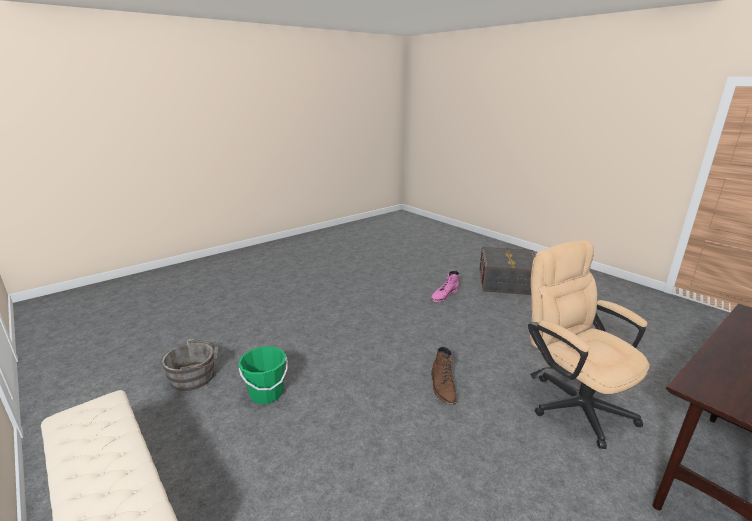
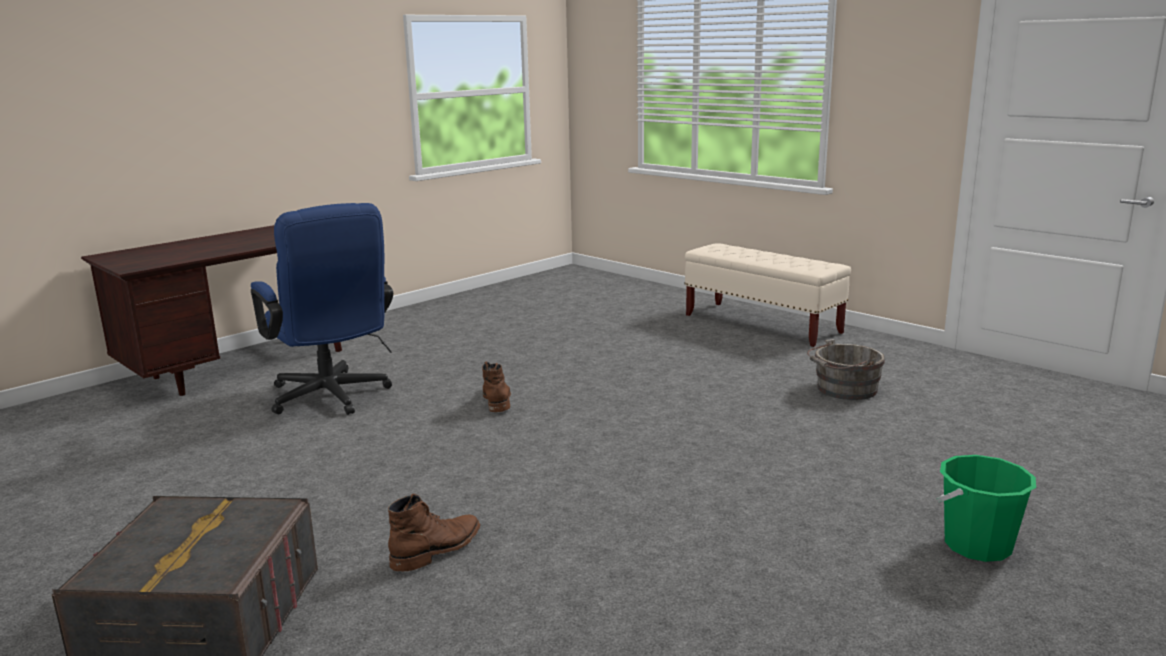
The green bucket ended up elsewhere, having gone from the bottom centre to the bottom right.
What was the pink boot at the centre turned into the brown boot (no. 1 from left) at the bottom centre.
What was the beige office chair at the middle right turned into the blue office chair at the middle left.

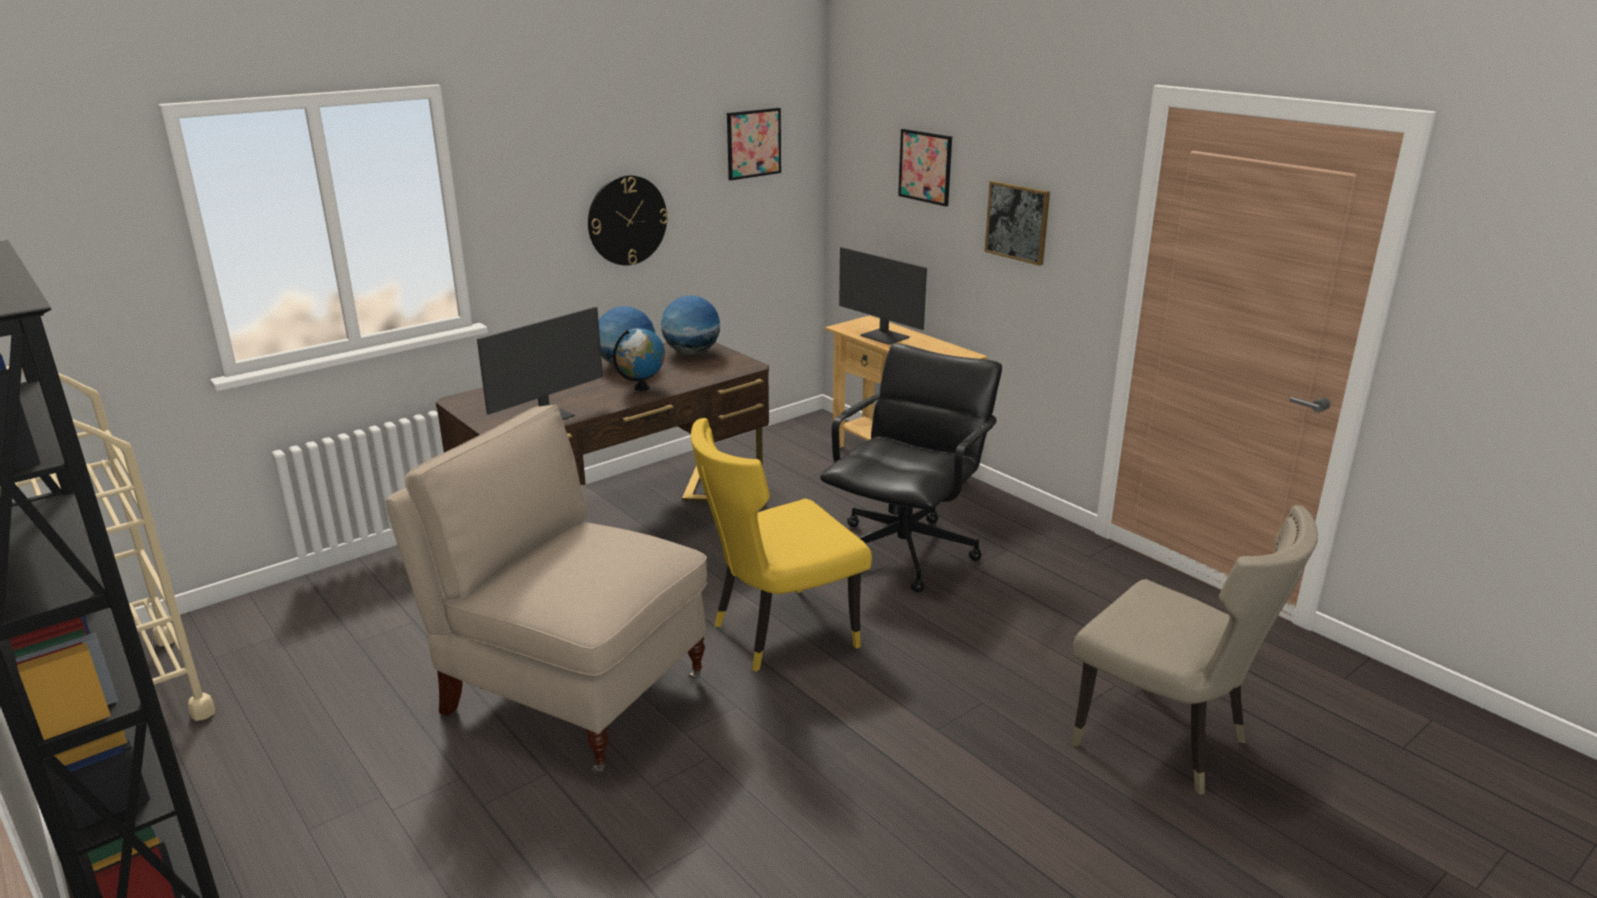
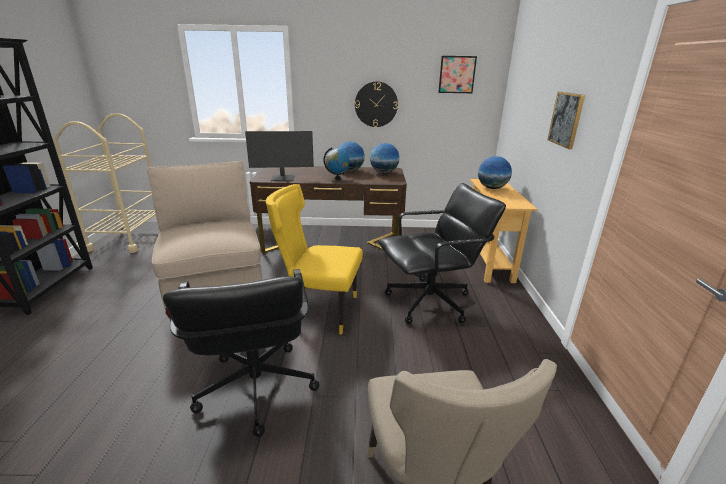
The second view lost the picture (no. 2 from left) at the top centre.
The second view gained the black office chair (no. 1 from left) at the bottom left.
Where the monitor (no. 2 from left) stood at the top centre, the globe (no. 4 from left) came to stand at the middle right.

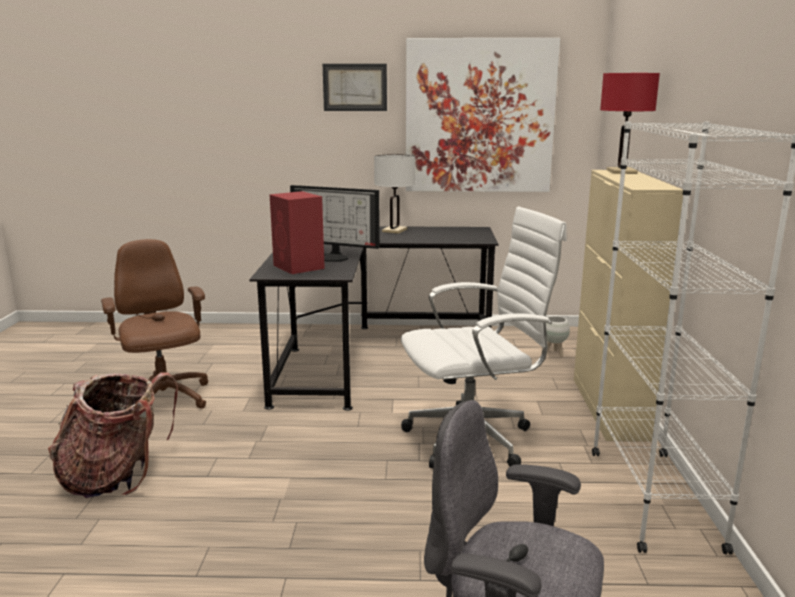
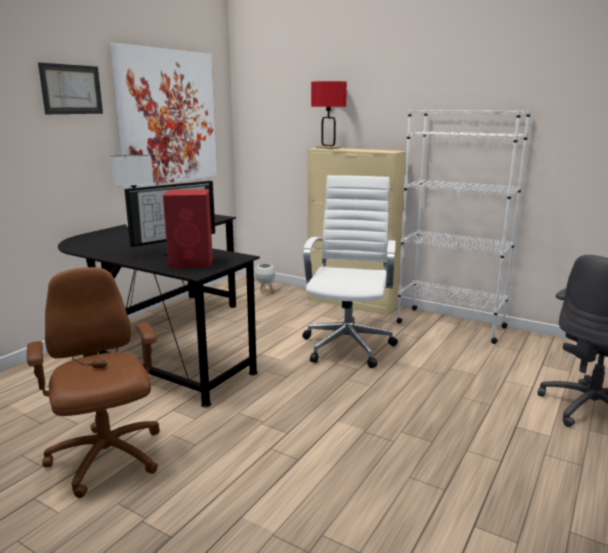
The second view lost the backpack at the bottom left.
The brown office chair at the middle left ended up facing another way, 60 degrees clockwise from before.

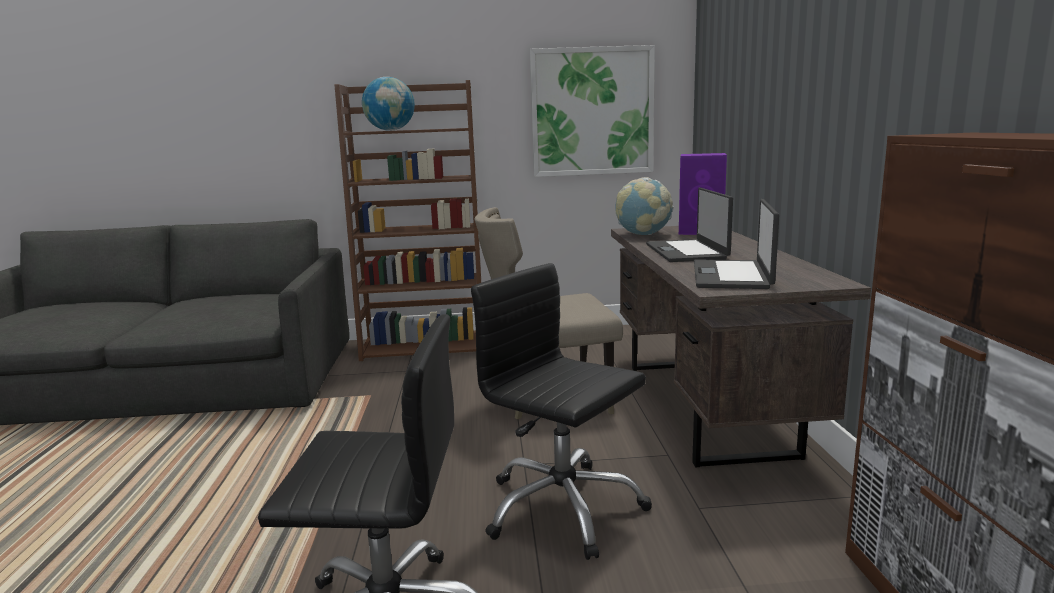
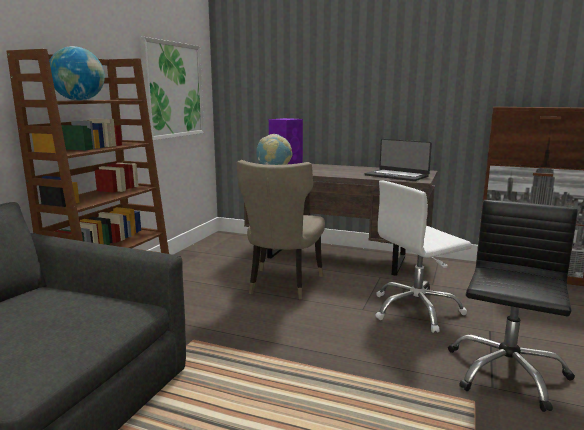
The second view lost the laptop (no. 1 from left) at the centre.
What was the black office chair (no. 2 from left) at the bottom centre turned into the white office chair at the middle right.

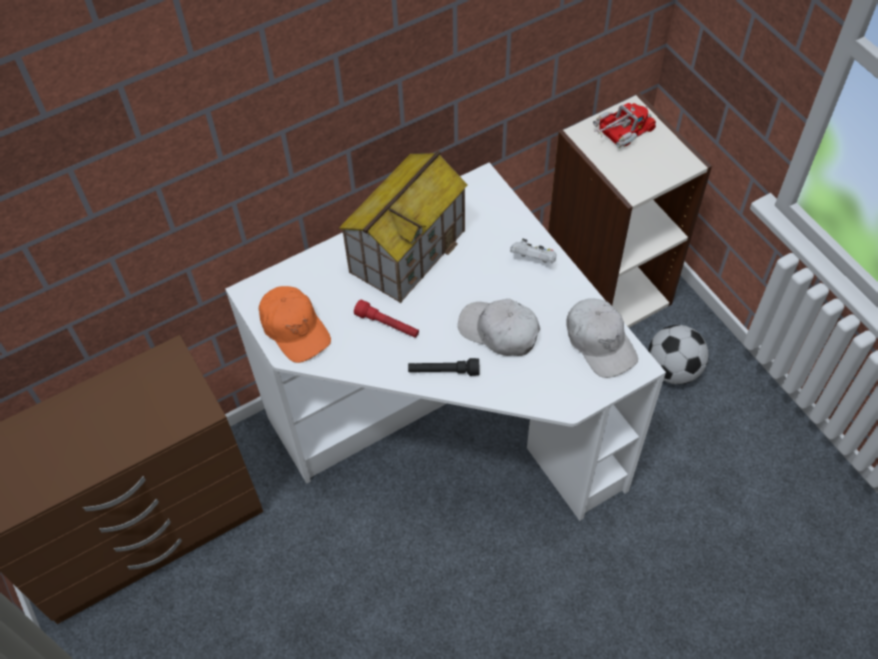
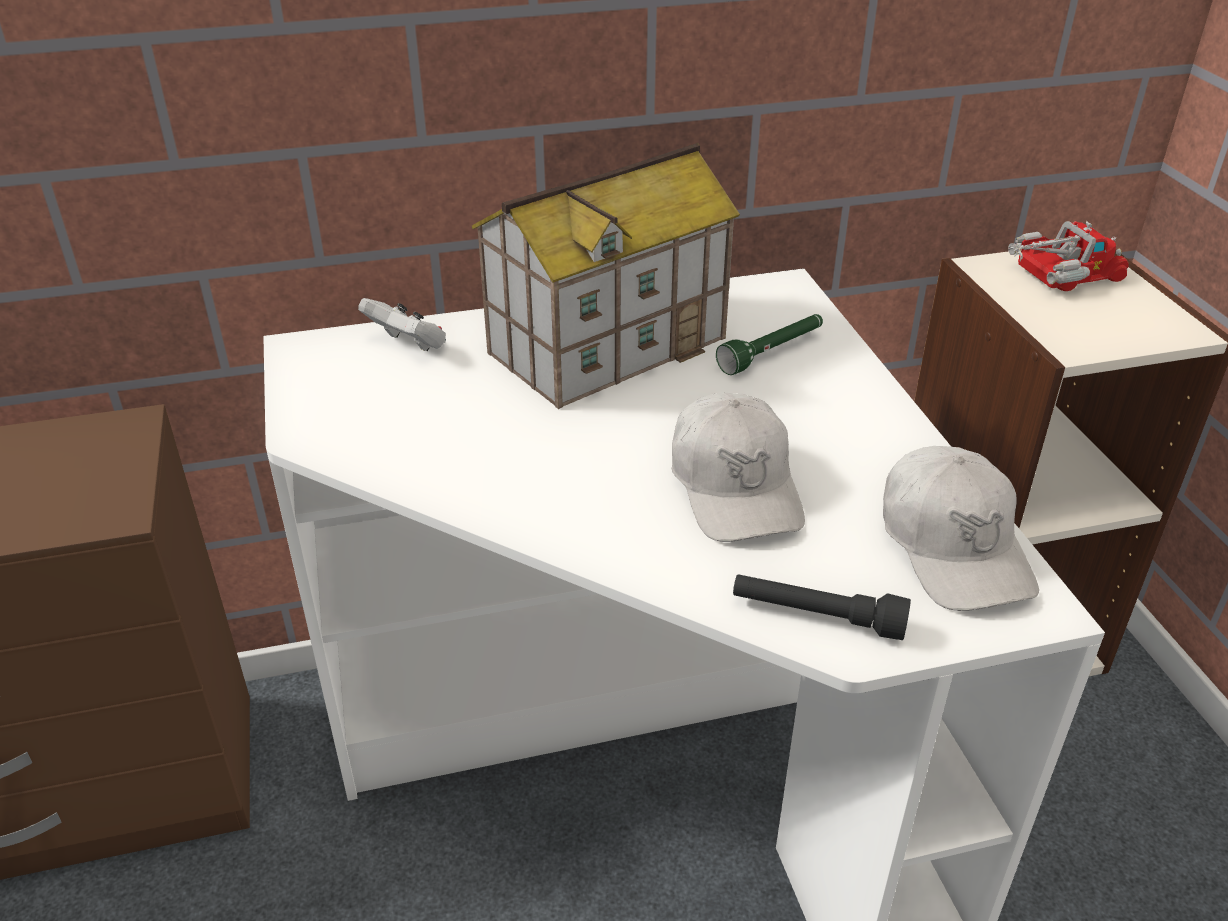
The second view lost the orange cap at the centre.
The second view lost the red flashlight at the centre.
The second view lost the football at the middle right.
The second view gained the green flashlight at the centre.
The black flashlight ended up elsewhere, having gone from the centre to the middle right.
The white game controller ended up elsewhere, having gone from the centre to the middle left.
The white cap (no. 1 from left) at the centre ended up facing another way, 150 degrees counterclockwise from before.

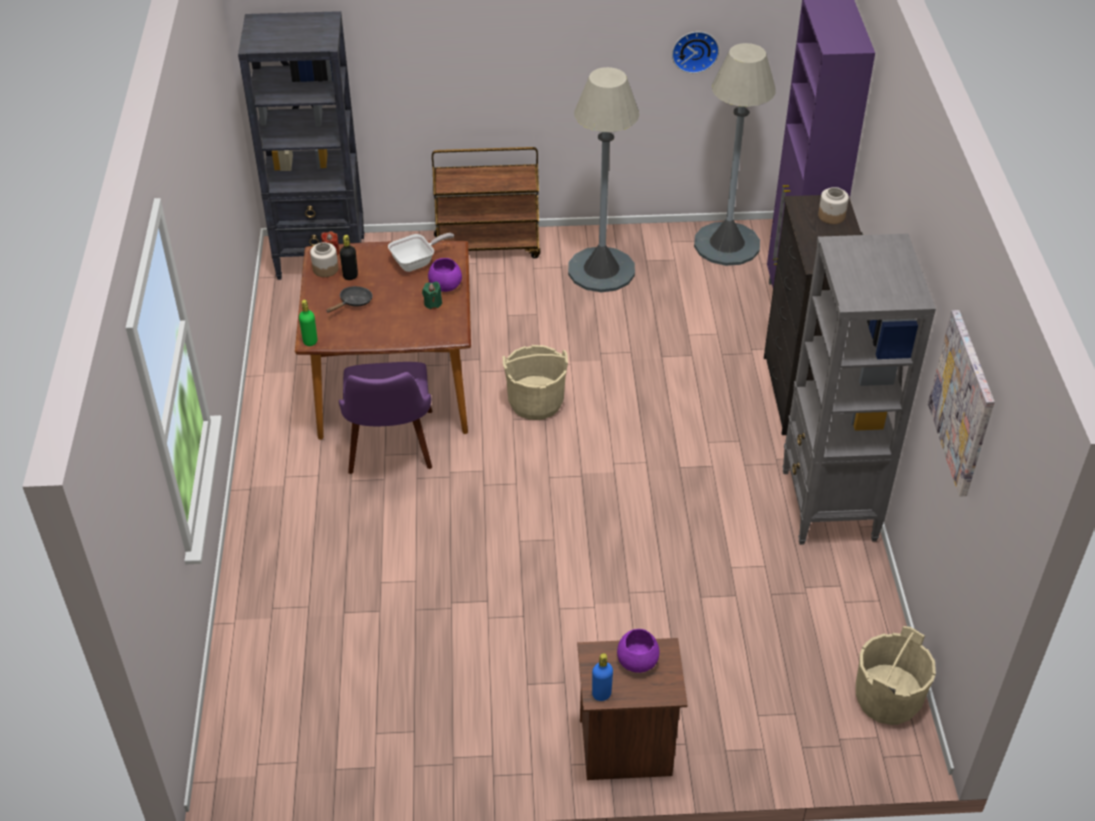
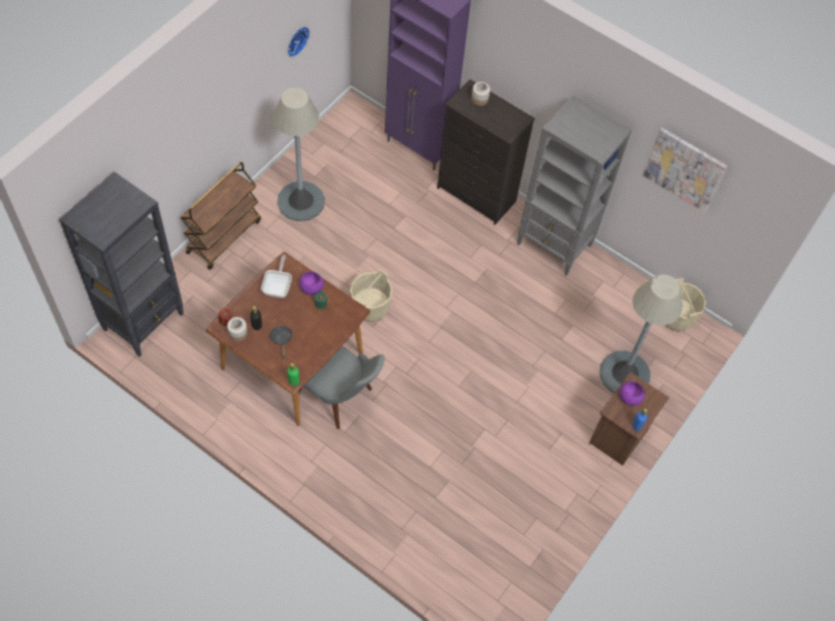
The grey floor lamp (no. 2 from left) ended up elsewhere, having gone from the top right to the middle right.
What was the purple chair at the centre turned into the grey chair at the centre.

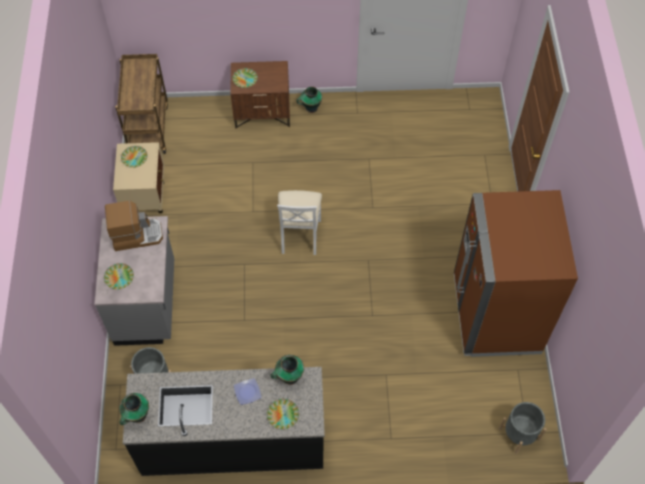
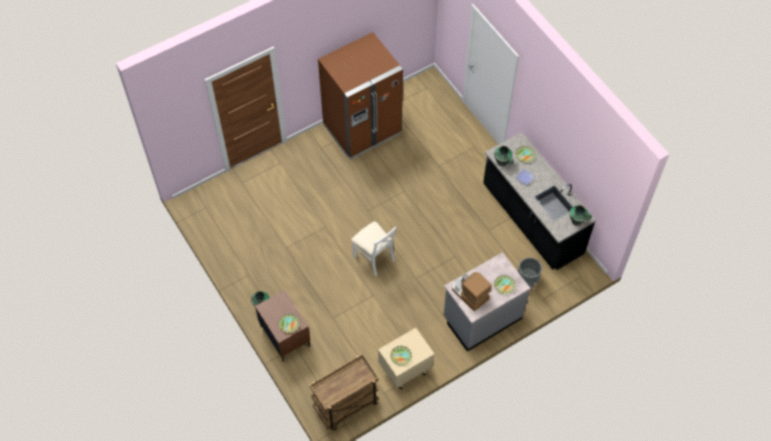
The second view lost the grey planter (no. 2 from left) at the bottom right.
The white chair at the centre ended up facing another way, 75 degrees clockwise from before.

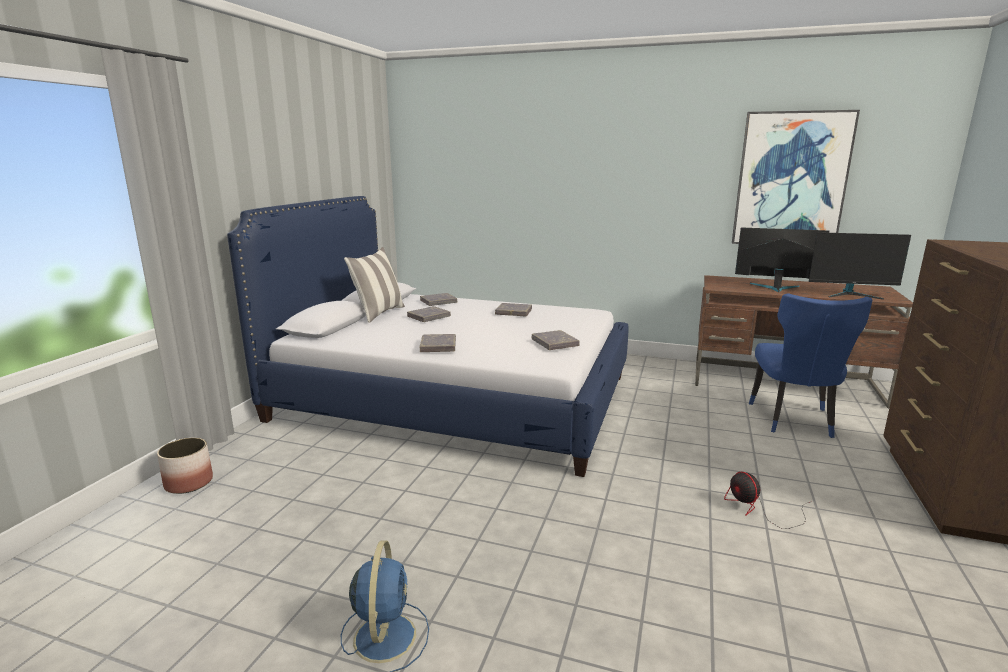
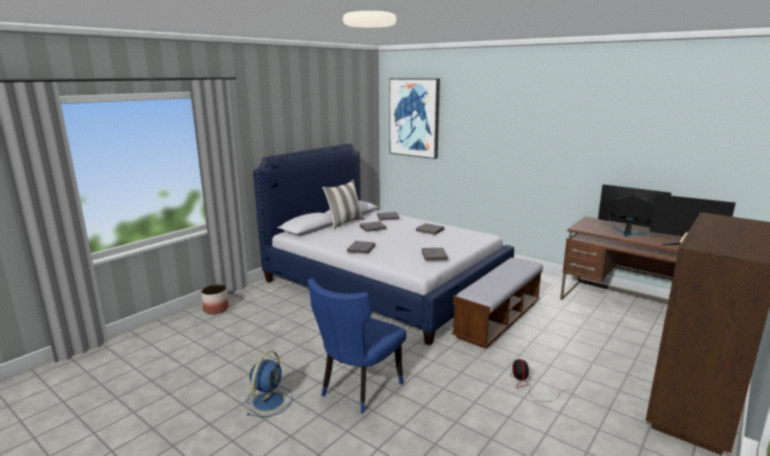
The second view gained the bench at the centre.
The picture ended up elsewhere, having gone from the top right to the top centre.
The blue chair ended up elsewhere, having gone from the middle right to the bottom centre.

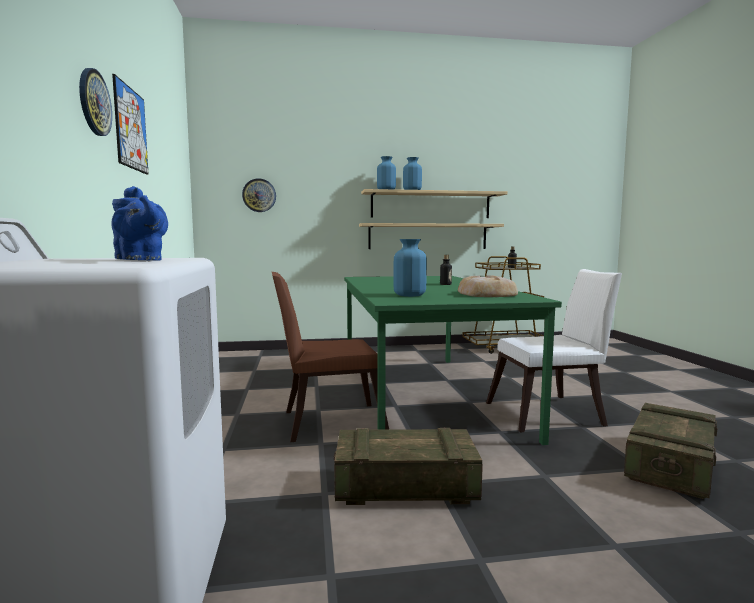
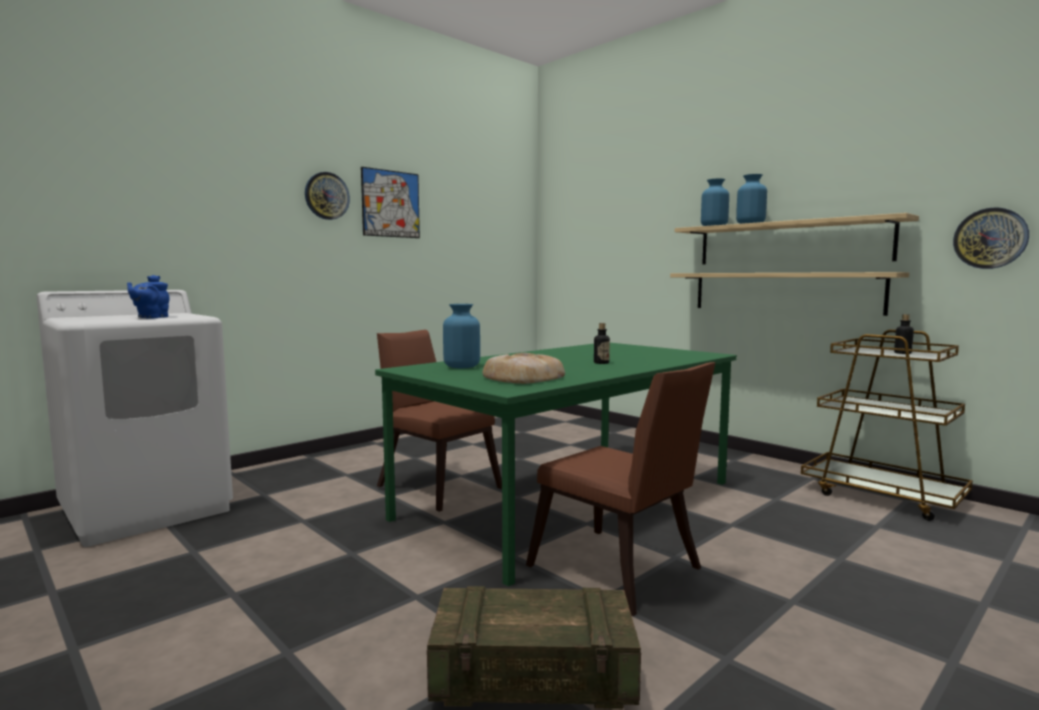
The second view lost the crate (no. 1 from left) at the bottom centre.
The wall clock (no. 2 from left) ended up elsewhere, having gone from the top centre to the middle right.
What was the white chair at the middle right turned into the brown chair (no. 2 from left) at the bottom centre.

